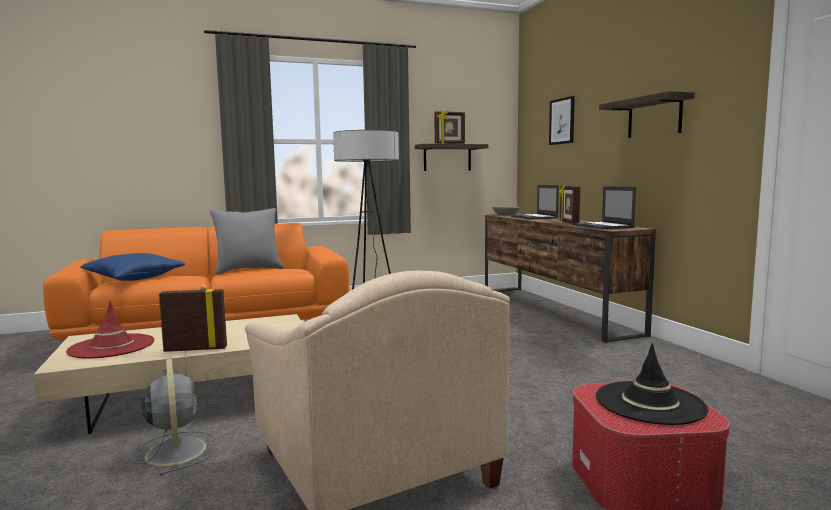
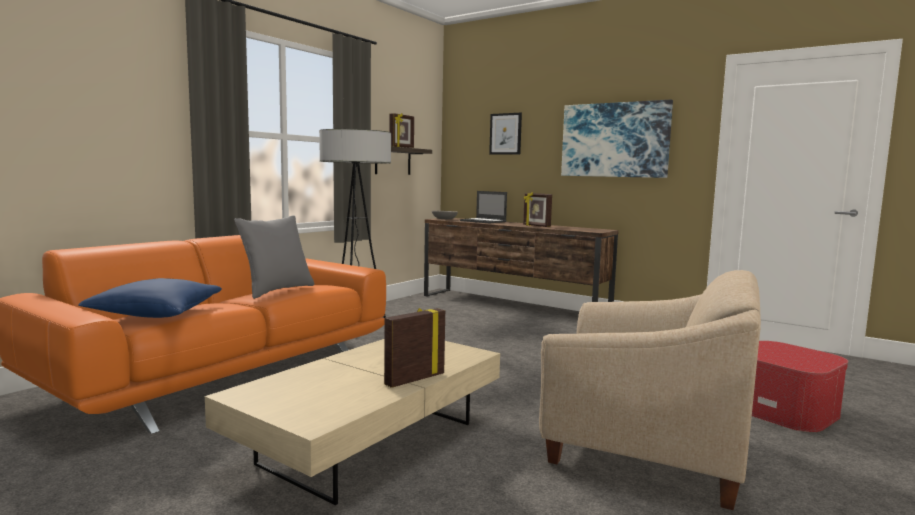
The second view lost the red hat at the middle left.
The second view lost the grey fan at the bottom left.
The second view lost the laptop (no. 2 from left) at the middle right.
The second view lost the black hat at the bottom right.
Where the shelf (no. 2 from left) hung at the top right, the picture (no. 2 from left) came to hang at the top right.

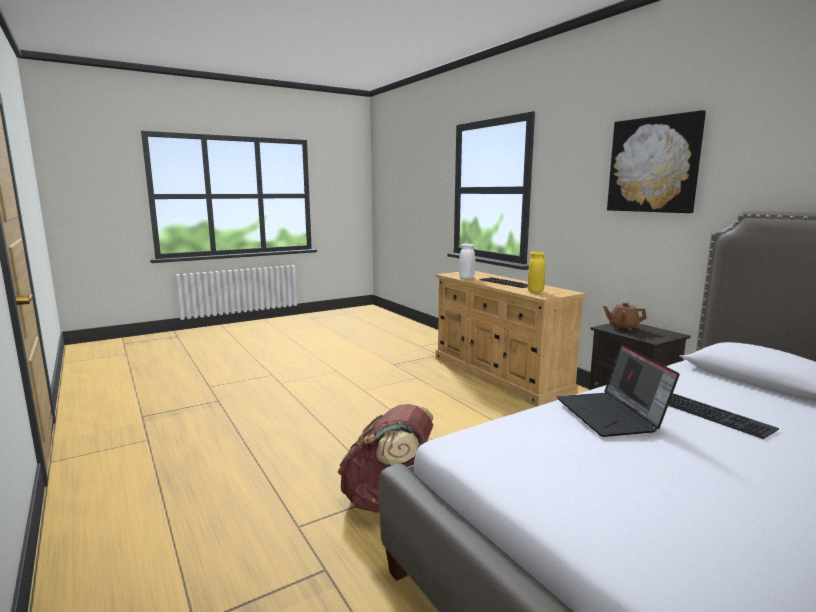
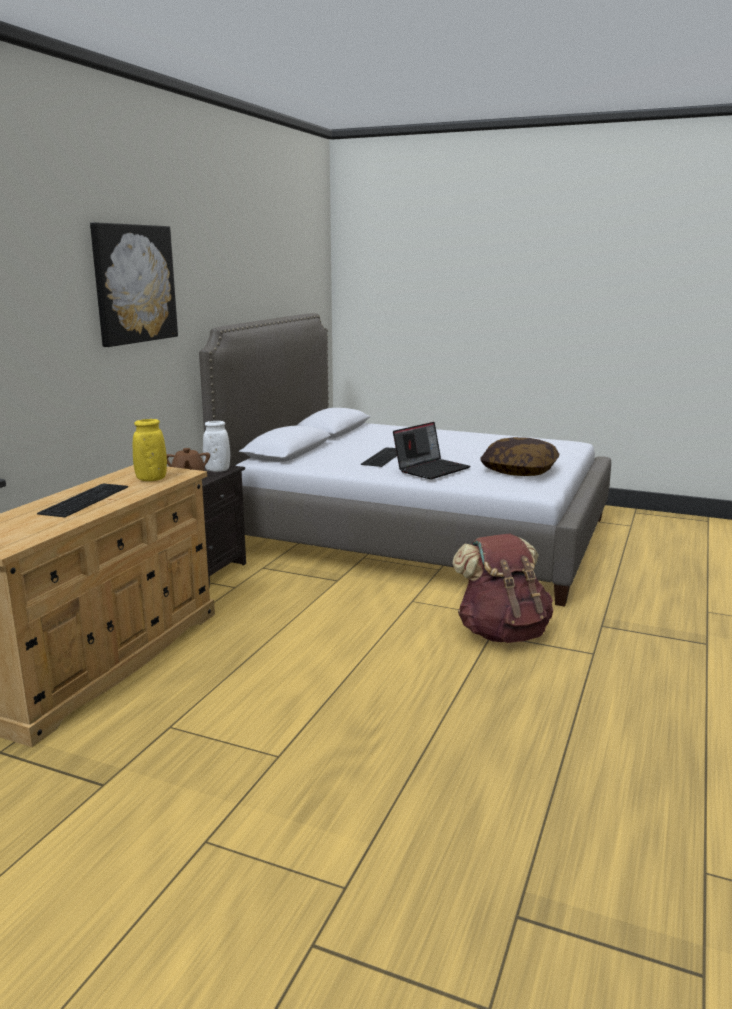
The second view gained the pillow at the middle right.
The white vase ended up elsewhere, having gone from the centre to the middle left.

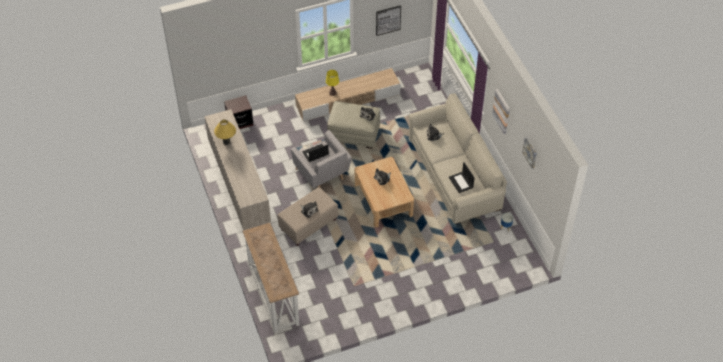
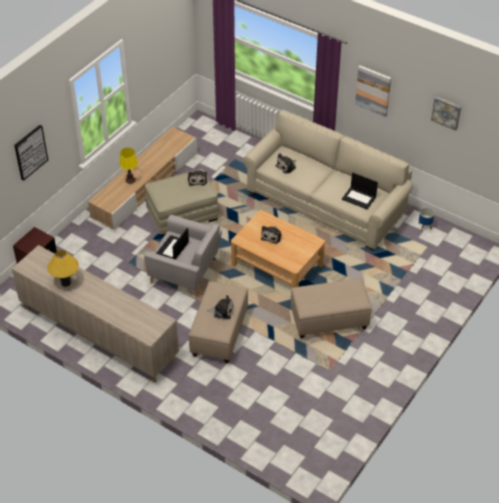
The second view lost the console table at the bottom centre.
The second view gained the beige ottoman (no. 3 from left) at the centre.
The picture (no. 1 from left) ended up elsewhere, having gone from the top centre to the top left.

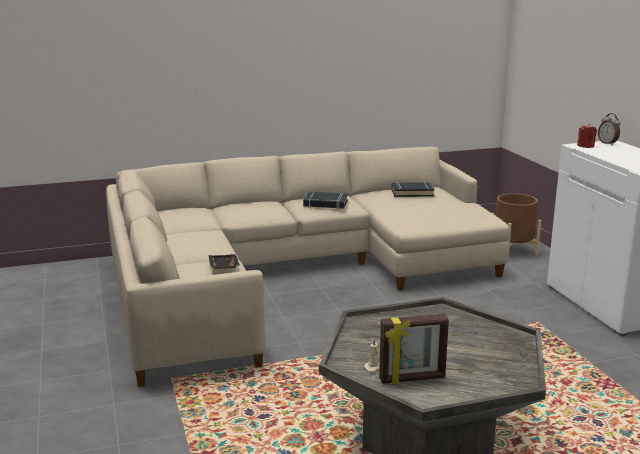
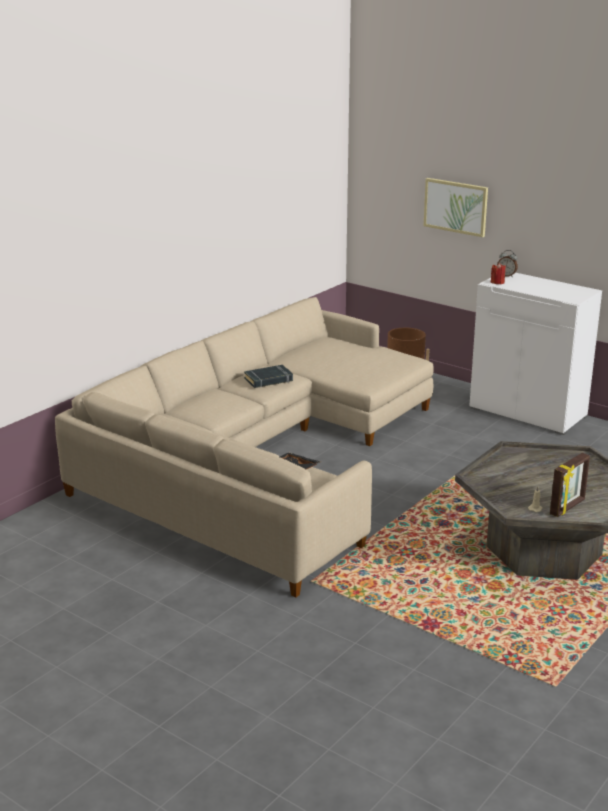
The second view lost the black book (no. 2 from left) at the centre.
The second view gained the picture at the top right.

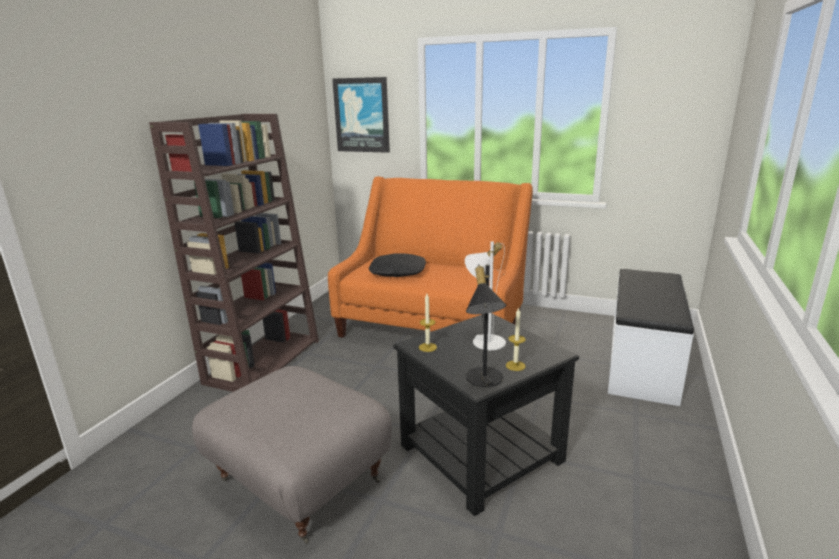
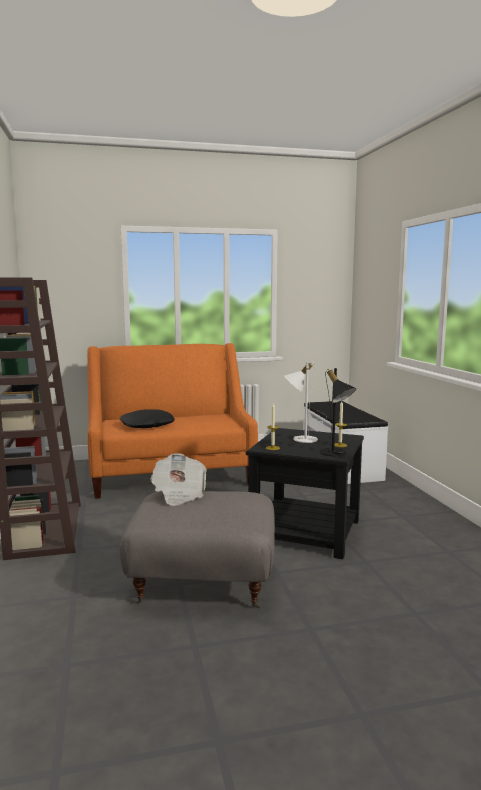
The second view lost the picture at the top centre.
The second view gained the newspaper at the centre.

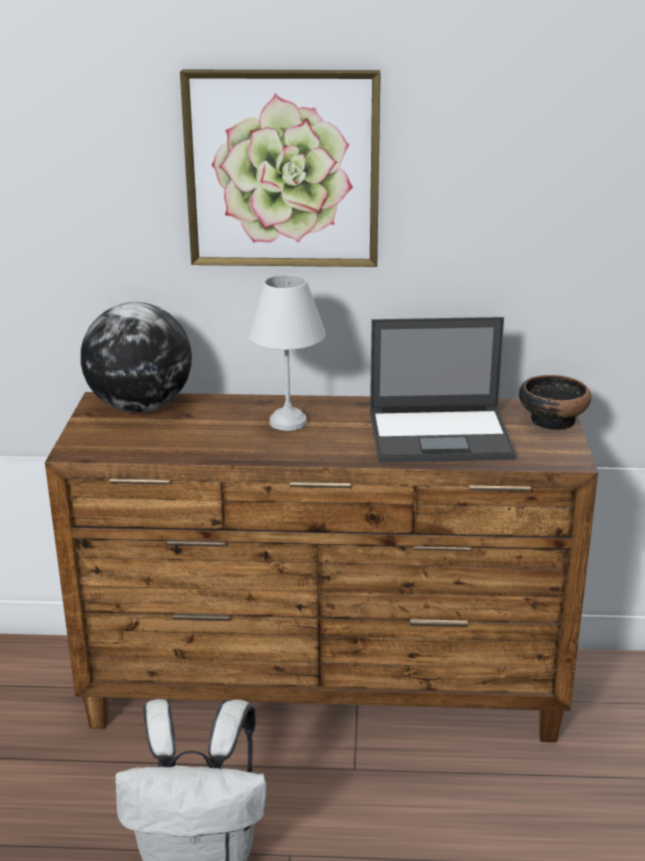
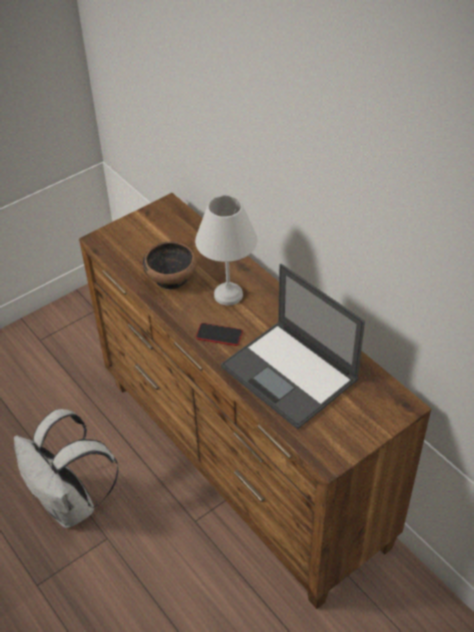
The second view lost the globe at the middle left.
The second view lost the picture at the top centre.
The second view gained the phone at the centre.
The bowl ended up elsewhere, having gone from the middle right to the centre.

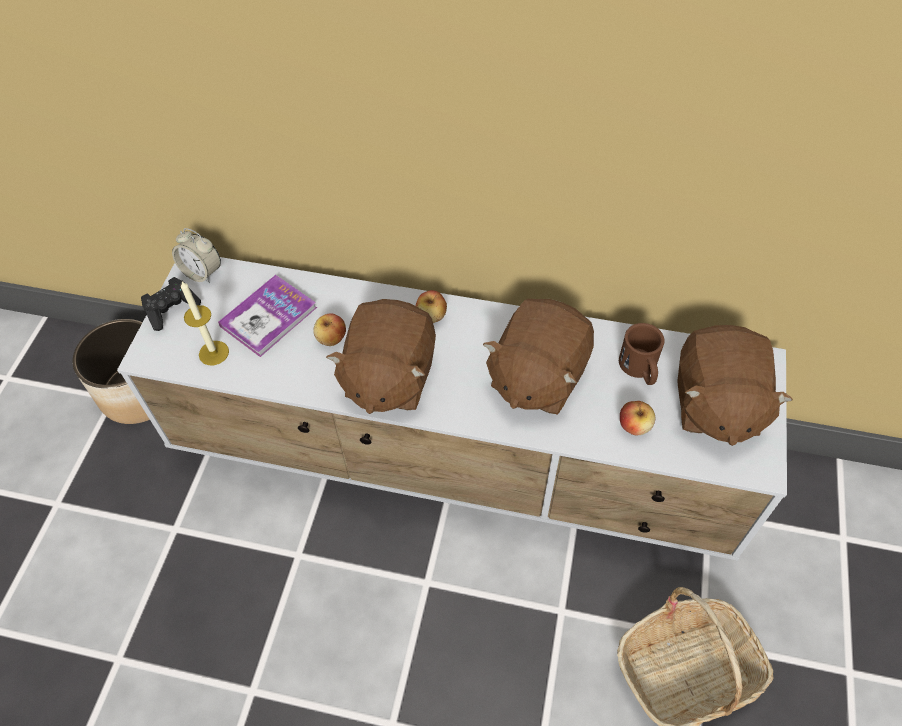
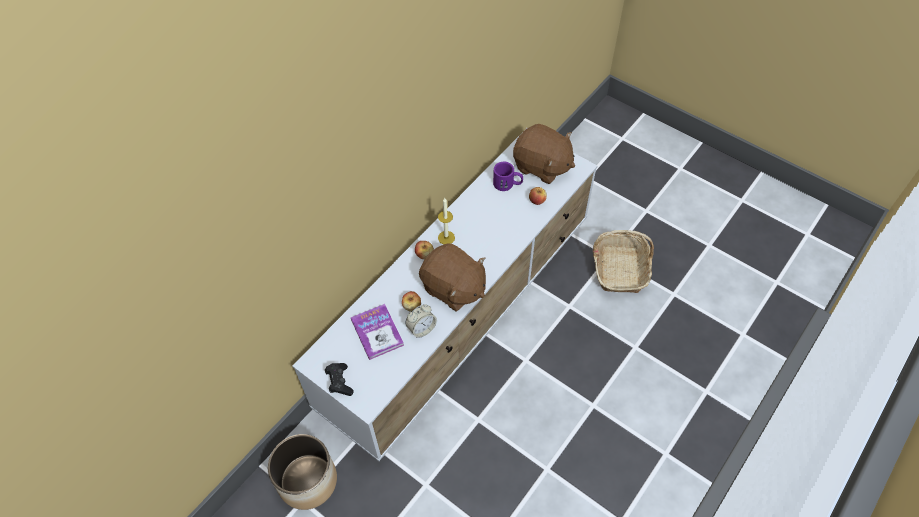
The second view lost the brown plush toy (no. 2 from left) at the centre.
The alarm clock ended up elsewhere, having gone from the middle left to the centre.
The candle ended up elsewhere, having gone from the middle left to the centre.
What was the brown mug at the middle right turned into the purple mug at the centre.

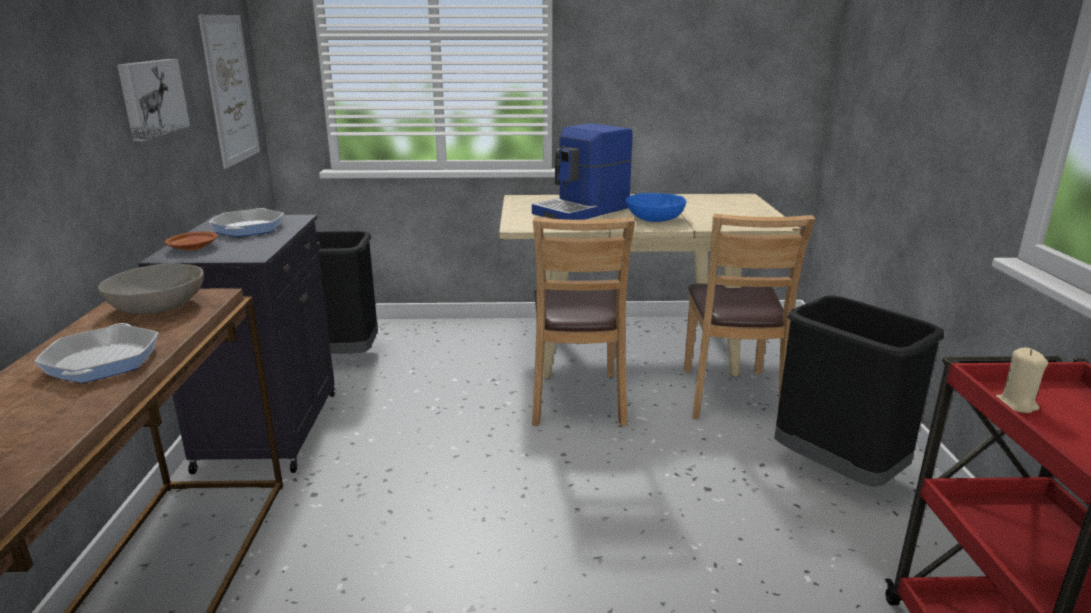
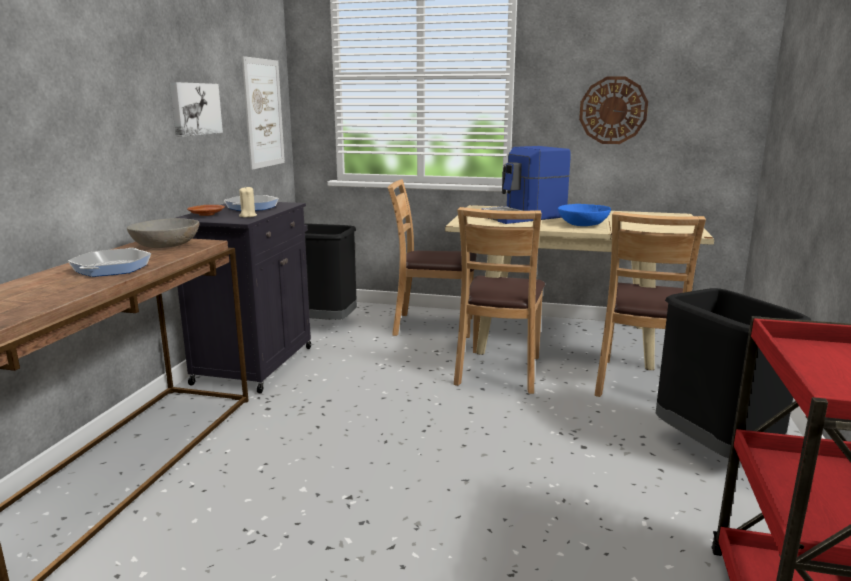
The second view gained the brown chair (no. 1 from left) at the centre.
The second view gained the wall clock at the top right.
The beige candle ended up elsewhere, having gone from the middle right to the middle left.

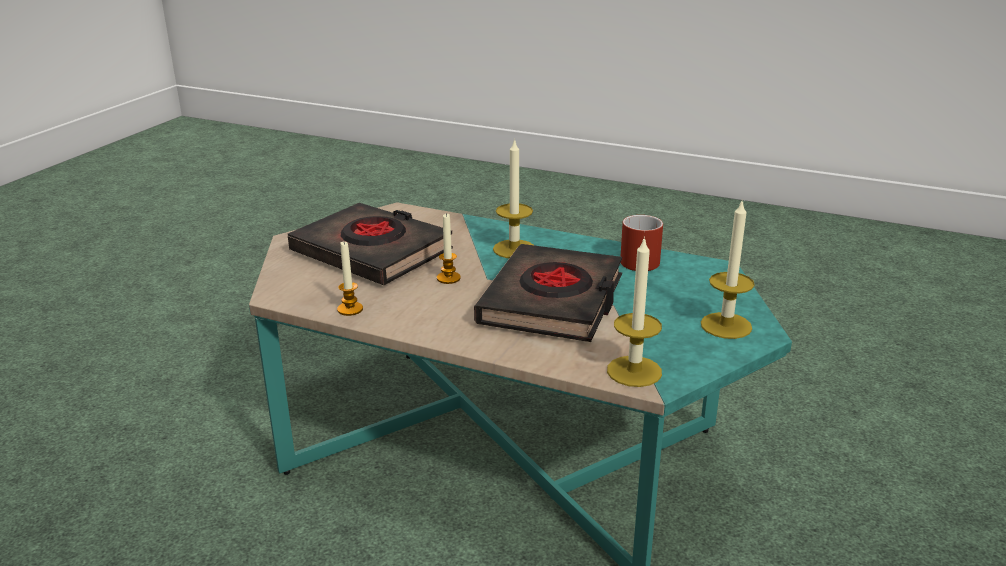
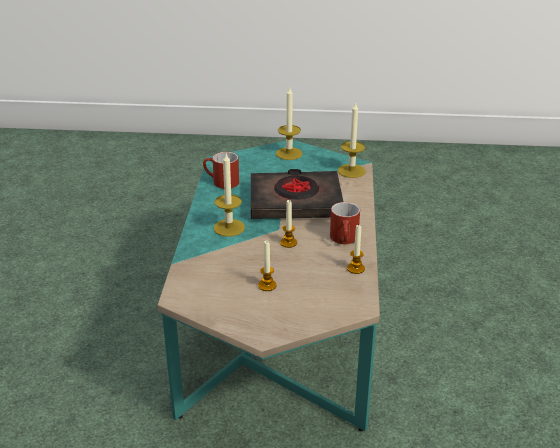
The second view gained the red mug (no. 2 from left) at the centre.
Where the black book (no. 1 from left) stood at the centre, the candle (no. 2 from left) came to stand at the centre.

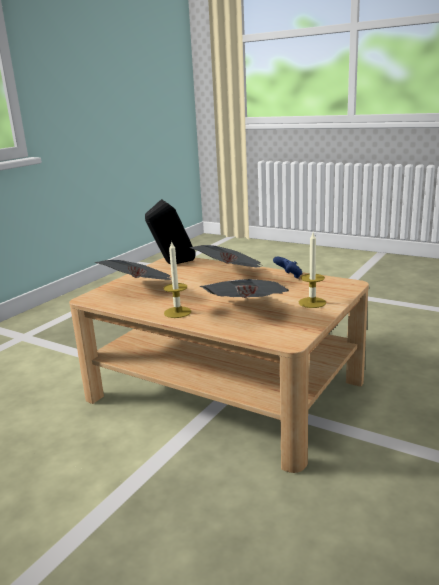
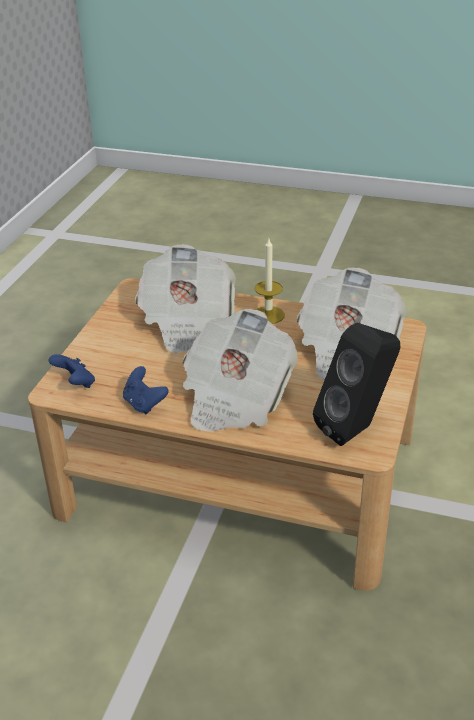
The second view lost the candle (no. 2 from left) at the middle right.
The second view gained the blue game controller (no. 1 from left) at the middle left.

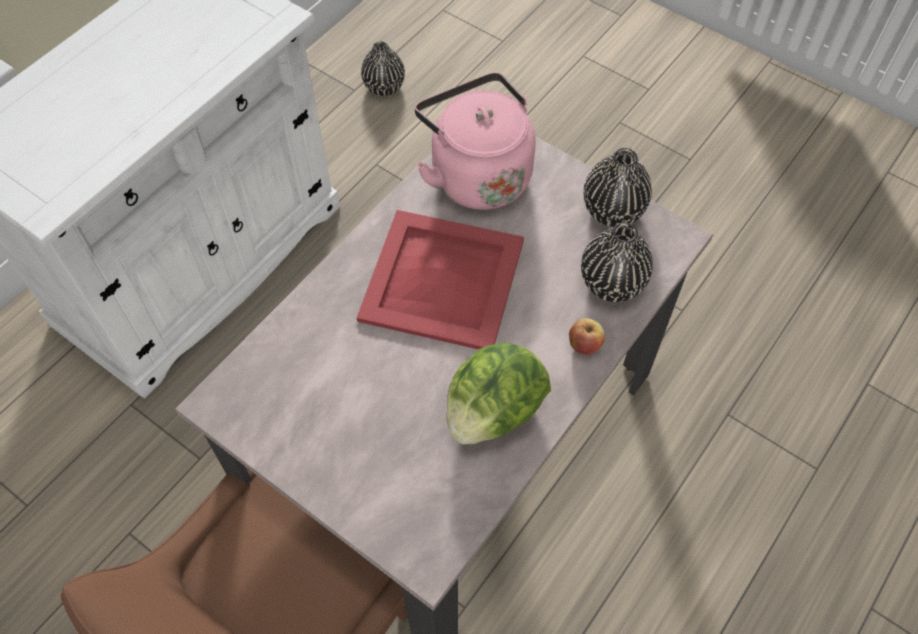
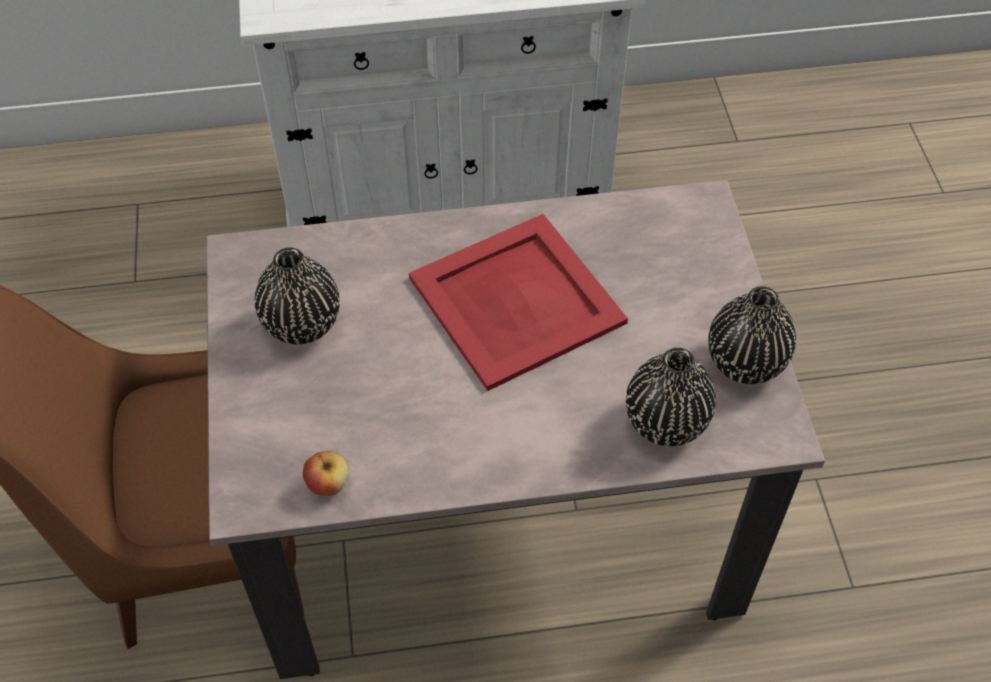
The second view lost the pink kettle at the top centre.
The second view lost the lettuce at the centre.
The black vase (no. 1 from left) ended up elsewhere, having gone from the top centre to the middle left.
The apple ended up elsewhere, having gone from the centre to the bottom left.

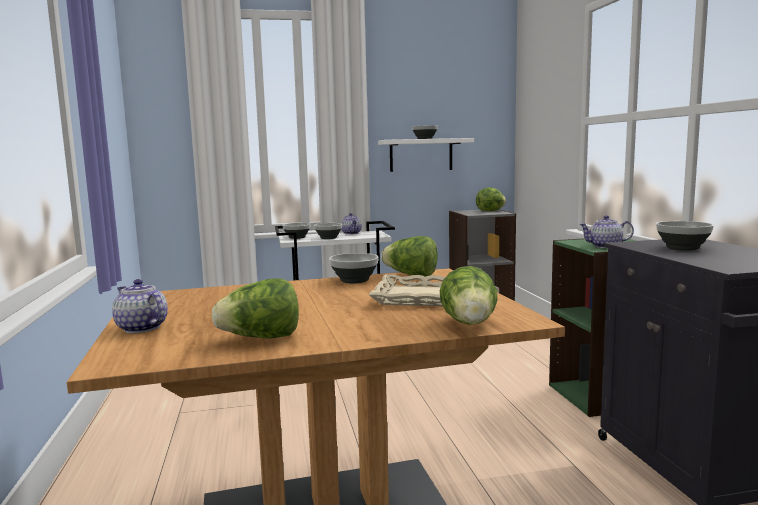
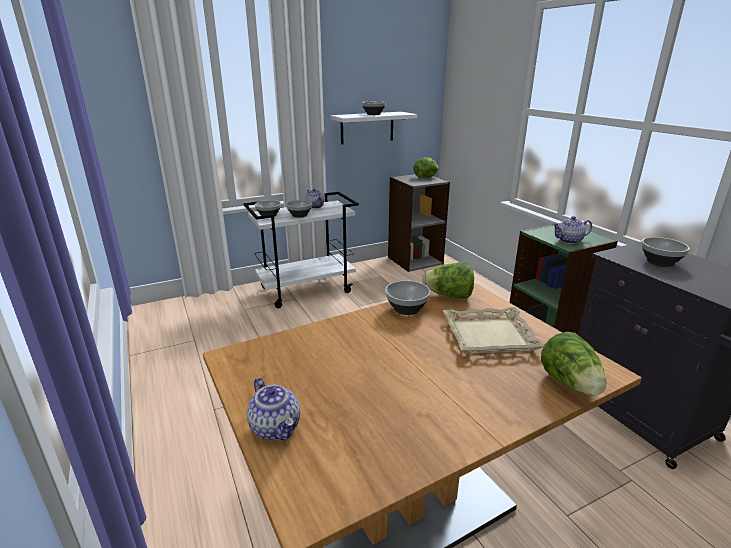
The second view lost the lettuce (no. 1 from left) at the centre.
The teapot (no. 1 from left) at the middle left ended up facing another way, 150 degrees counterclockwise from before.

